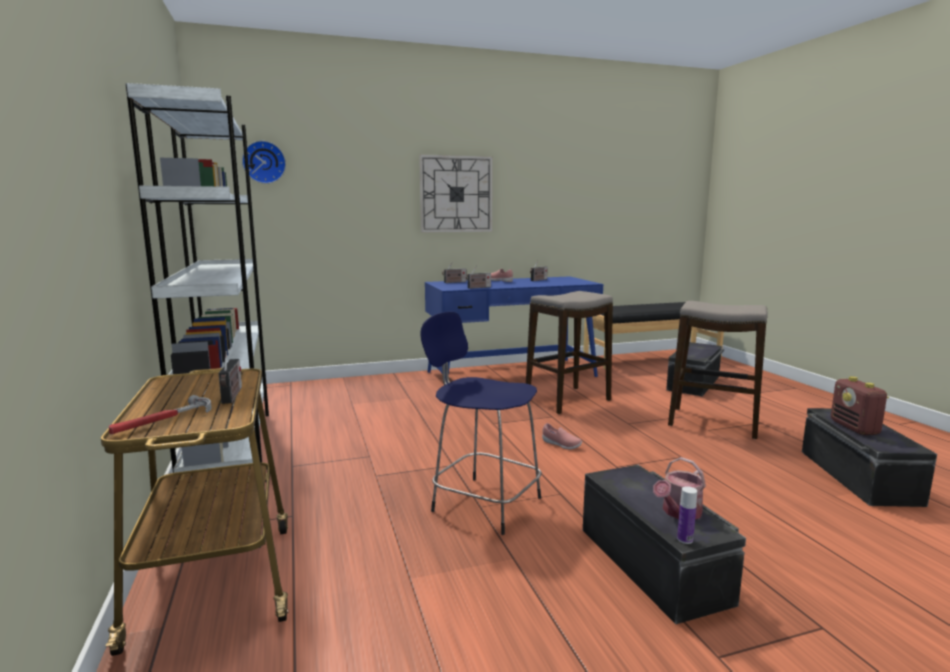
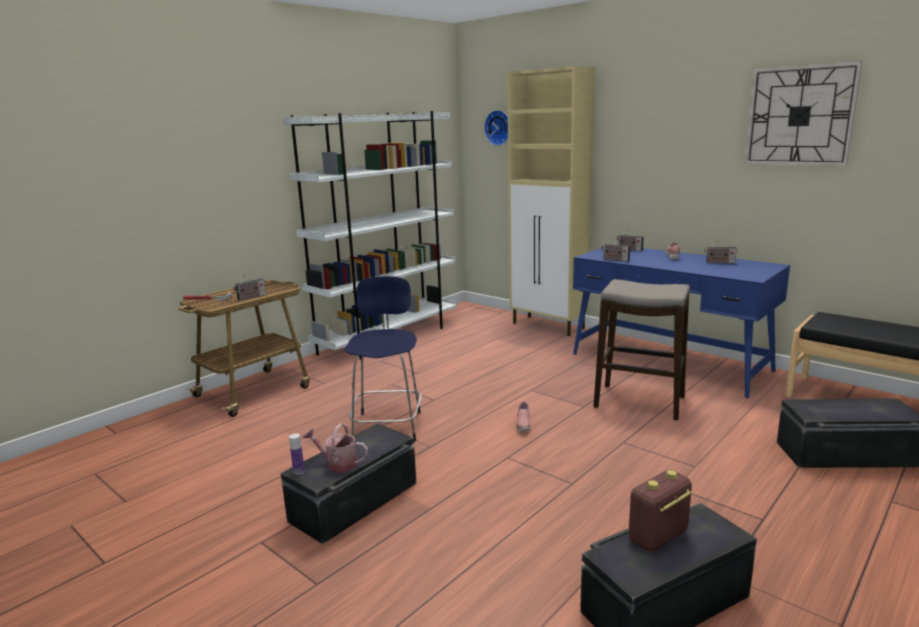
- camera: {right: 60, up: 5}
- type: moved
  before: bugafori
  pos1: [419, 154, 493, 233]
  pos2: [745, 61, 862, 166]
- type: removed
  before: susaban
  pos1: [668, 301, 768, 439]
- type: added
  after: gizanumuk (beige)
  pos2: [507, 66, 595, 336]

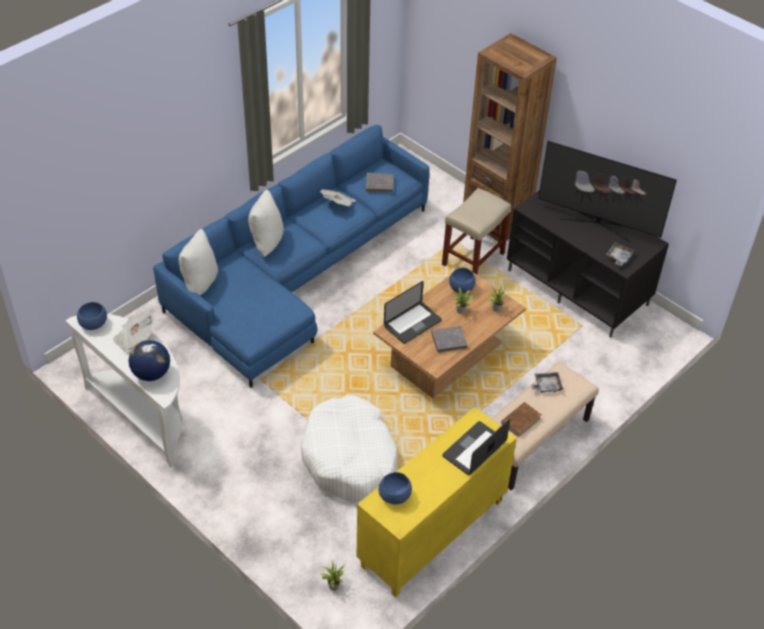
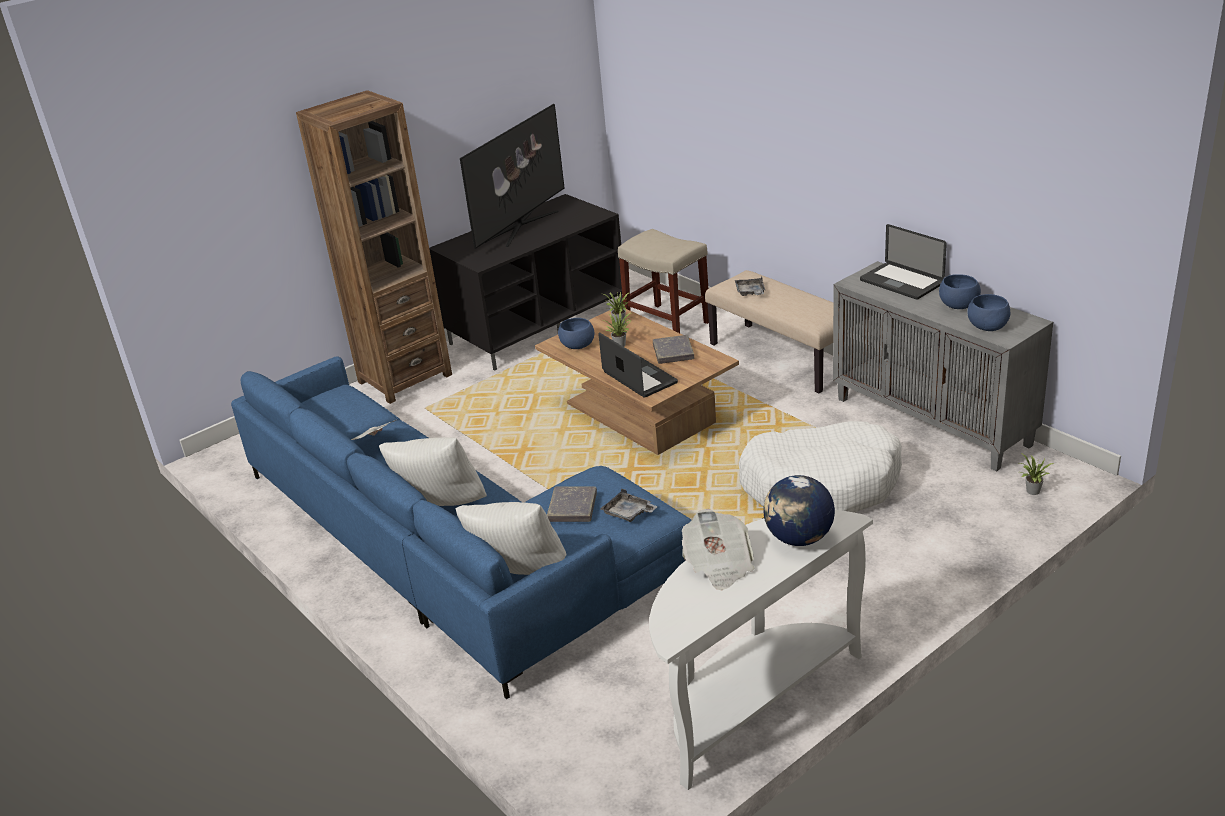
- camera: {right: -80, up: -15}
- type: moved
  before: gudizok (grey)
  pos1: [366, 173, 394, 192]
  pos2: [547, 486, 597, 522]
- type: moved
  before: susaban (beige)
  pos1: [442, 188, 511, 275]
  pos2: [618, 229, 709, 333]
- type: moved
  before: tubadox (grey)
  pos1: [606, 242, 634, 266]
  pos2: [600, 488, 658, 522]
- type: moved
  before: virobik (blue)
  pos1: [77, 302, 107, 330]
  pos2: [939, 274, 981, 309]
- type: removed
  before: gudizok (brown)
  pos1: [501, 402, 541, 437]
- type: recoloured
  before: gizanumuk (yellow)
  after: gizanumuk (grey)
  pos1: [356, 407, 517, 597]
  pos2: [833, 261, 1053, 472]

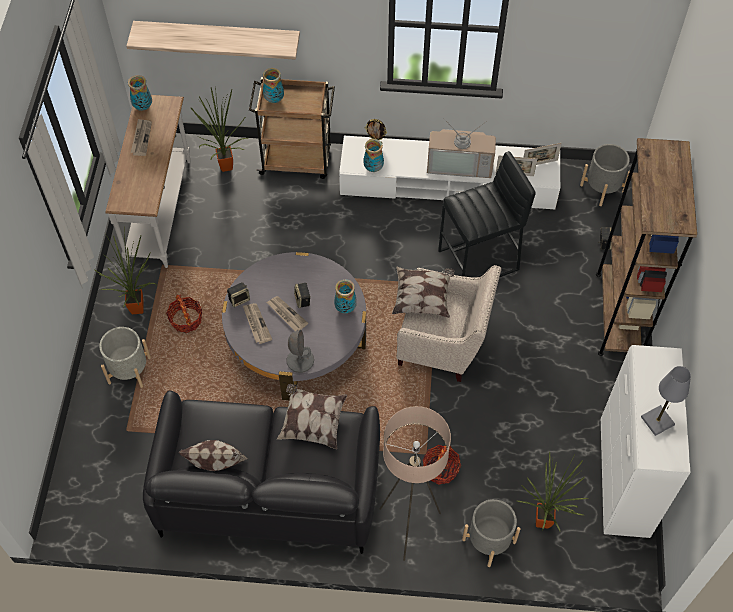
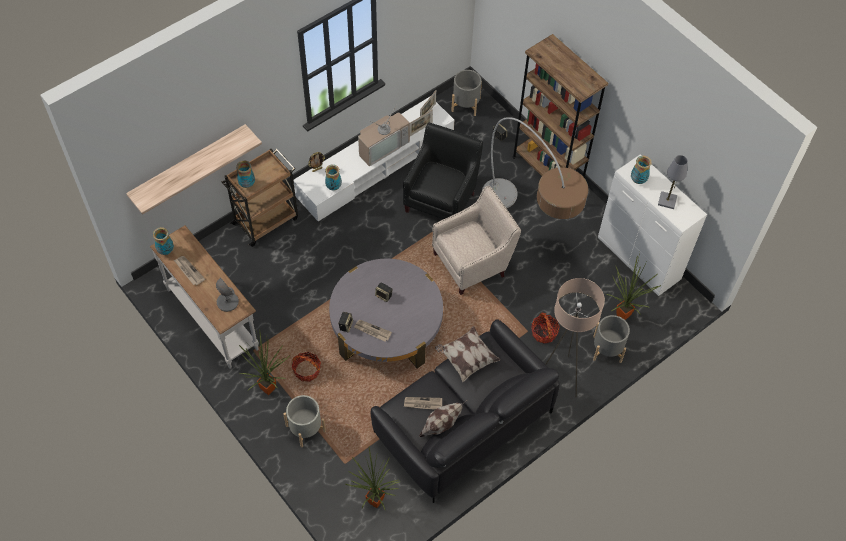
- camera: {right: -45, up: 0}
- type: moved
  before: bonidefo
  pos1: [191, 88, 248, 172]
  pos2: [346, 447, 401, 511]
- type: replaced
  before: susaban (black)
  after: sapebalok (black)
  pos1: [438, 151, 536, 277]
  pos2: [403, 123, 483, 219]
- type: removed
  before: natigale
  pos1: [392, 266, 454, 318]
- type: moved
  before: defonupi
  pos1: [334, 279, 357, 314]
  pos2: [631, 156, 652, 184]
- type: moved
  before: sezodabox
  pos1: [267, 296, 308, 331]
  pos2: [404, 397, 442, 410]
- type: moved
  before: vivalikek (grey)
  pos1: [287, 330, 314, 373]
  pos2: [216, 278, 239, 312]
- type: added
  after: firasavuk
  pos2: [482, 117, 588, 219]

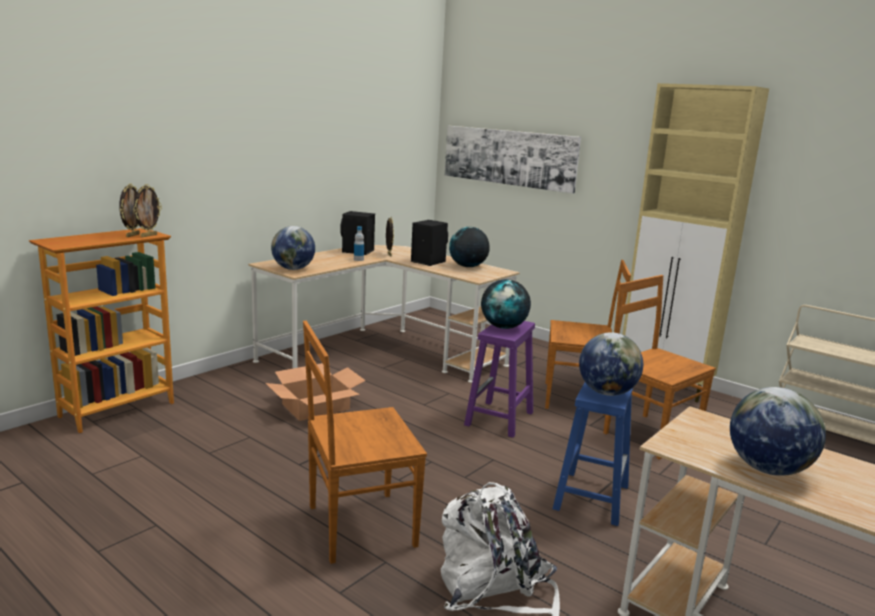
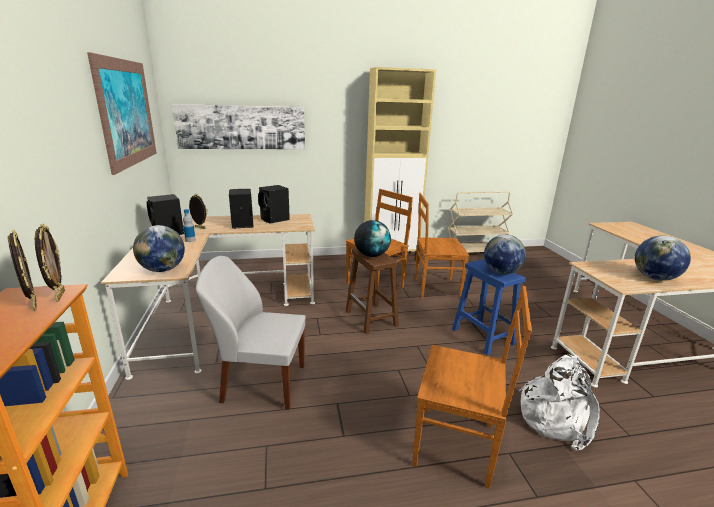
- camera: {right: -50, up: 5}
- type: replaced
  before: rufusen
  after: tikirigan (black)
  pos1: [449, 227, 490, 267]
  pos2: [258, 185, 290, 224]
- type: turned
  before: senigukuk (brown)
  pos1: [303, 321, 427, 564]
  pos2: [412, 286, 532, 489]
  turn: -90
- type: recoloured
  before: susaban (purple)
  after: susaban (brown)
  pos1: [464, 321, 535, 438]
  pos2: [346, 248, 399, 334]
- type: replaced
  before: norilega
  after: senigukuk (white)
  pos1: [266, 363, 366, 421]
  pos2: [196, 256, 306, 410]
- type: added
  after: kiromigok
  pos2: [87, 52, 156, 175]

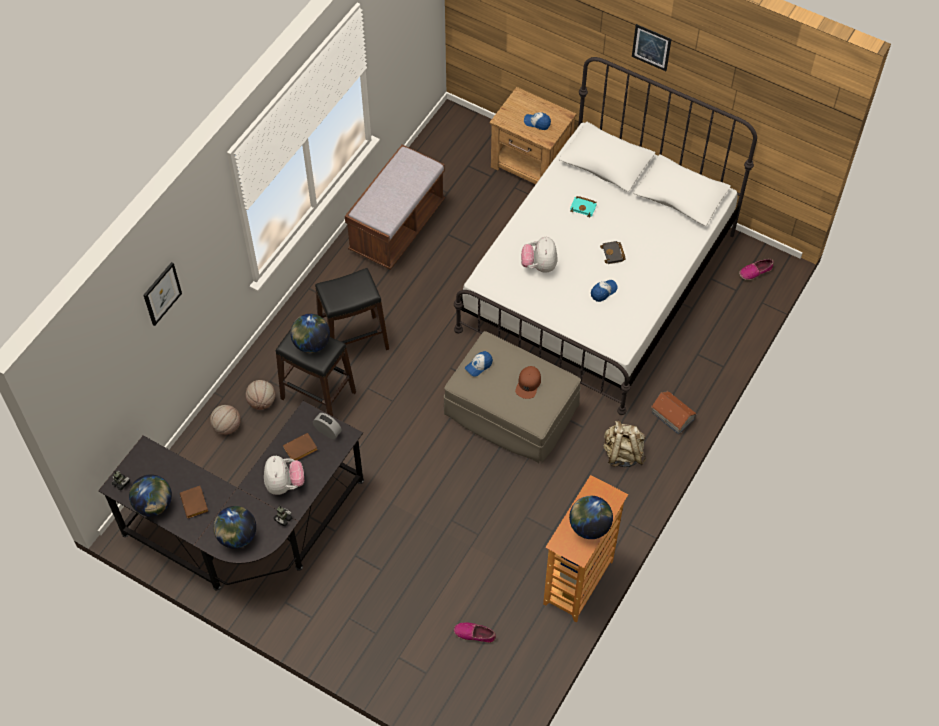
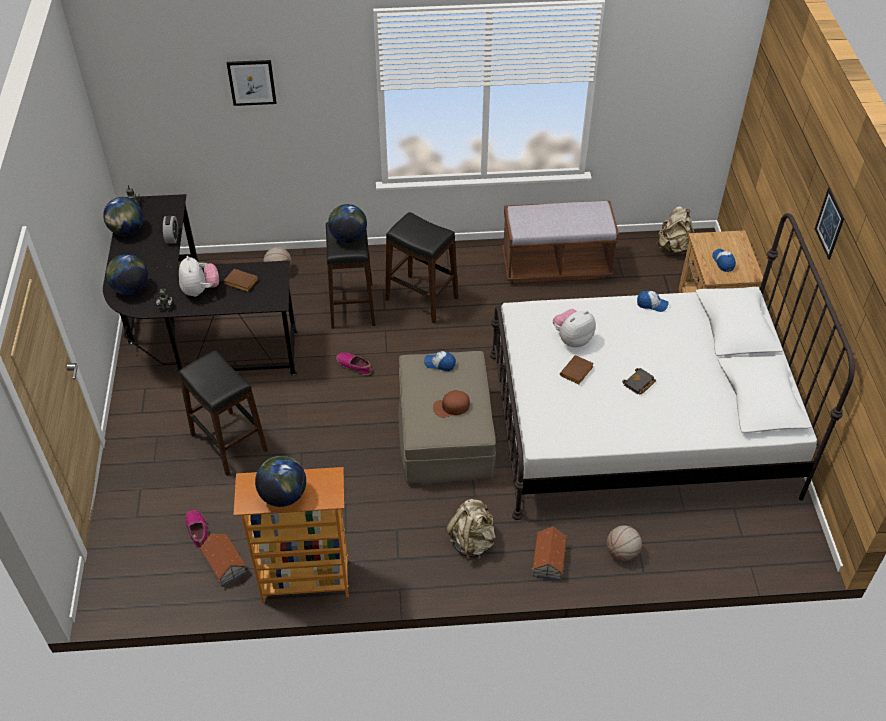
- camera: {right: 55, up: -10}
- type: removed
  before: gudizok (turquoise)
  pos1: [570, 196, 597, 217]
- type: moved
  before: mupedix
  pos1: [739, 259, 774, 280]
  pos2: [336, 352, 372, 375]
- type: moved
  before: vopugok
  pos1: [591, 280, 618, 302]
  pos2: [637, 290, 668, 312]
- type: moved
  before: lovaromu
  pos1: [246, 380, 275, 410]
  pos2: [607, 525, 642, 561]
- type: moved
  before: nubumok
  pos1: [313, 413, 342, 439]
  pos2: [163, 216, 178, 244]
- type: turned
  before: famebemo
  pos1: [264, 456, 304, 495]
  pos2: [179, 256, 219, 297]
  turn: -60
- type: moved
  before: gudizok (brown)
  pos1: [180, 486, 208, 518]
  pos2: [560, 355, 594, 384]
- type: added
  after: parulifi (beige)
  pos2: [656, 206, 694, 254]
- type: added
  after: susaban (black)
  pos2: [178, 350, 268, 476]
- type: added
  after: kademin
  pos2: [200, 533, 247, 587]

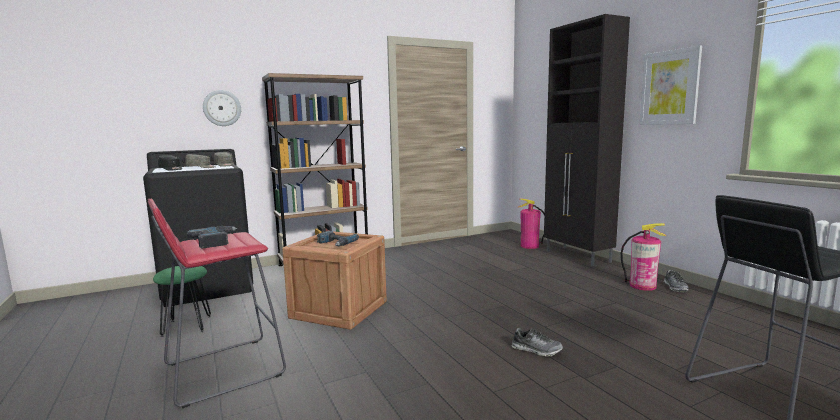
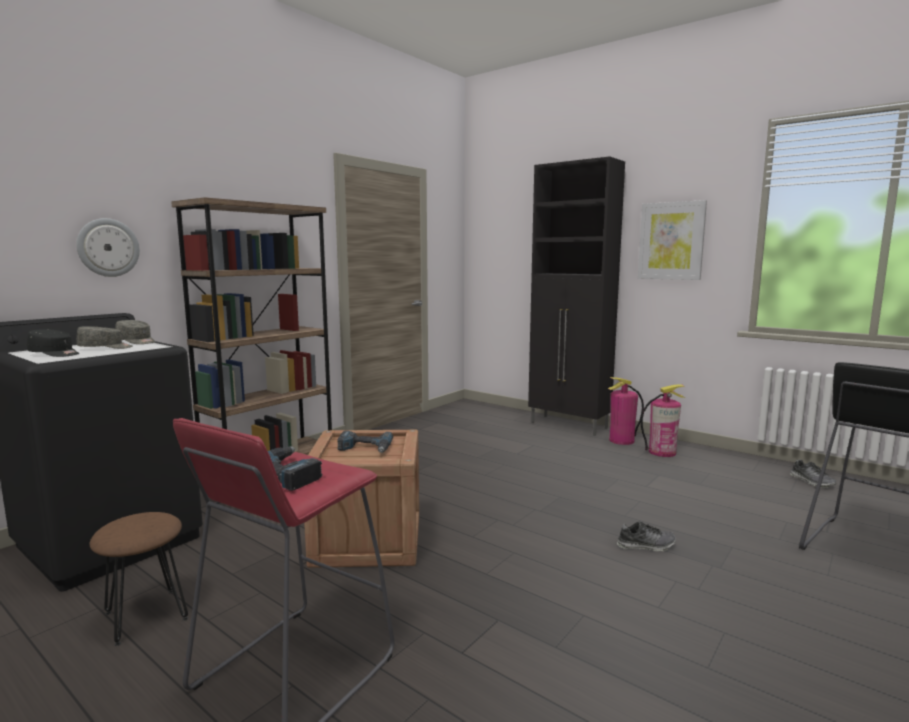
- camera: {right: -25, up: 0}
- type: moved
  before: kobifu
  pos1: [518, 198, 544, 249]
  pos2: [608, 377, 644, 445]
- type: recoloured
  before: susaban (green)
  after: susaban (brown)
  pos1: [153, 266, 211, 337]
  pos2: [90, 512, 188, 646]
- type: moved
  before: mupedix
  pos1: [663, 270, 689, 292]
  pos2: [790, 460, 837, 488]

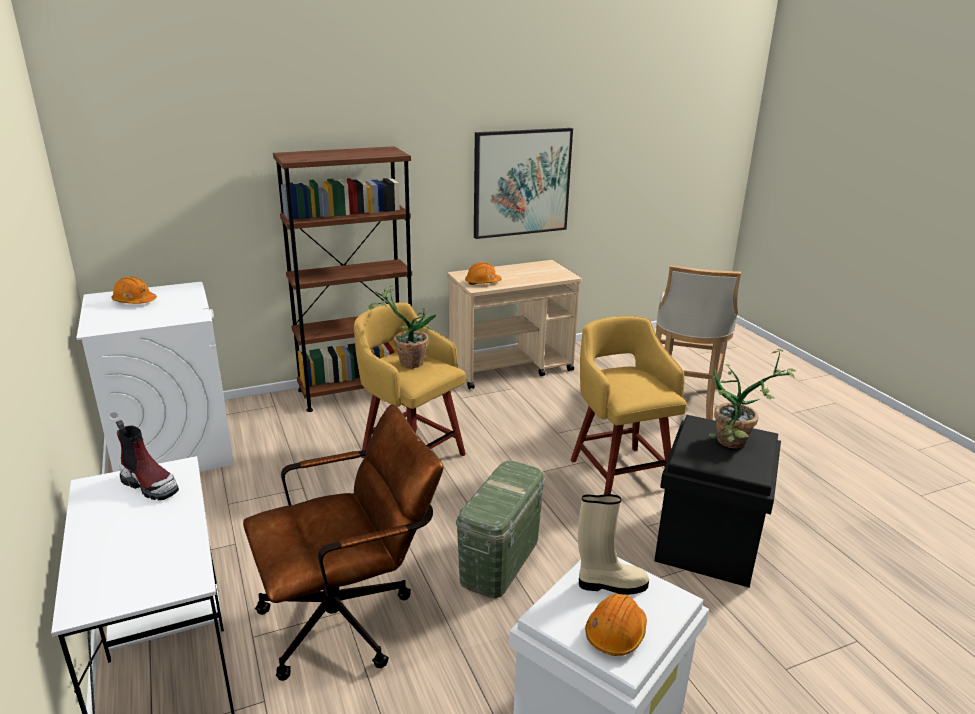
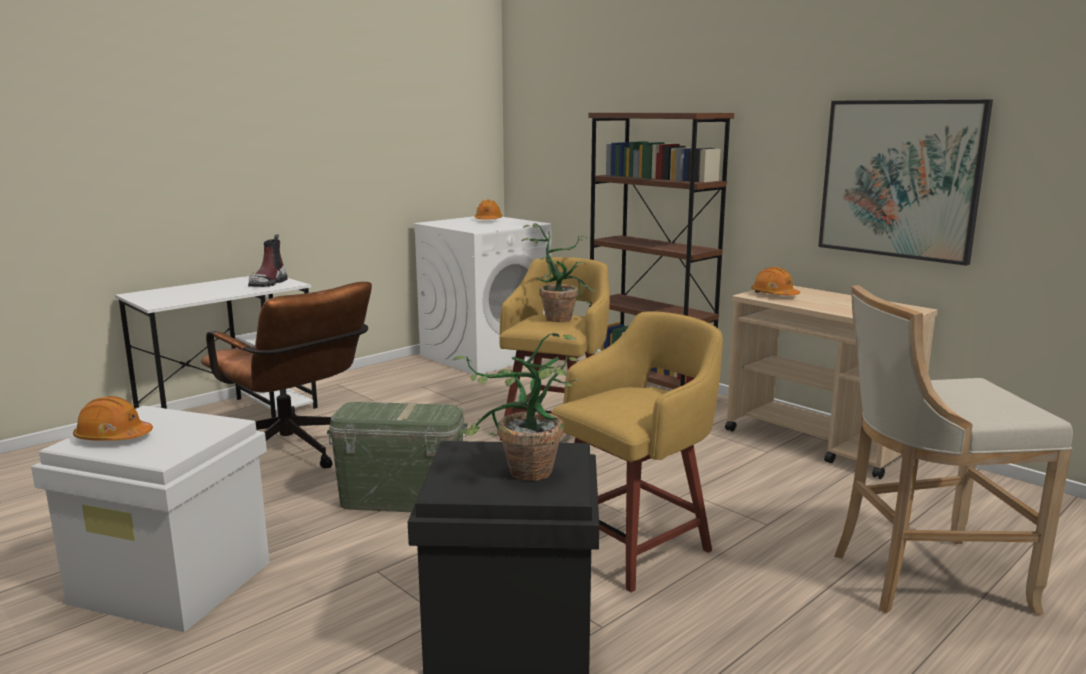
- camera: {right: 70, up: -10}
- type: removed
  before: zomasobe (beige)
  pos1: [578, 494, 649, 595]

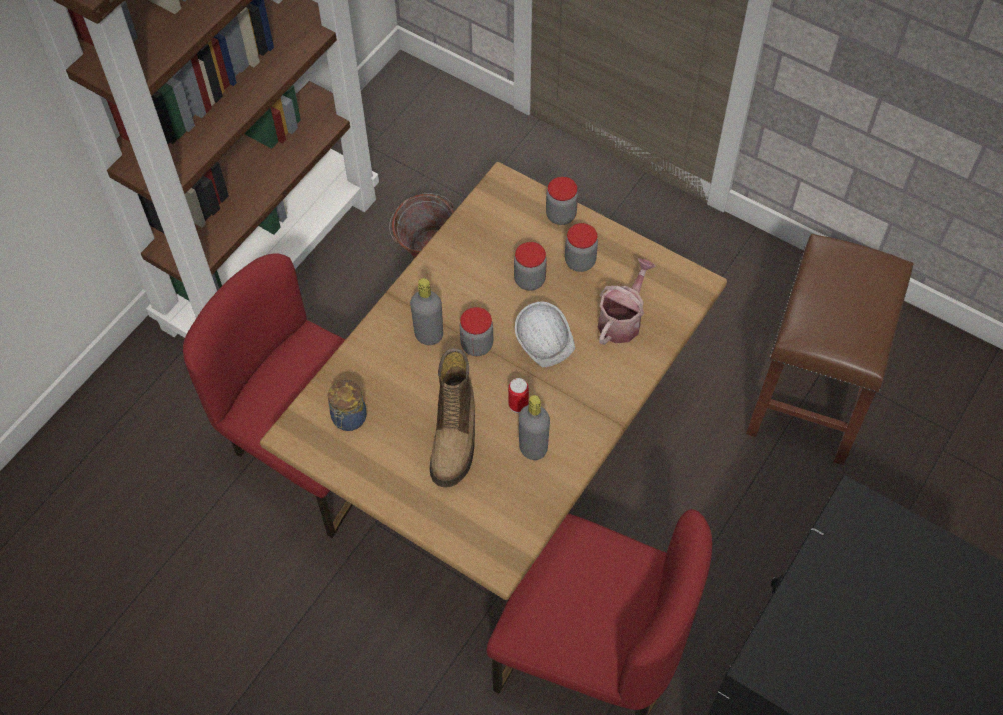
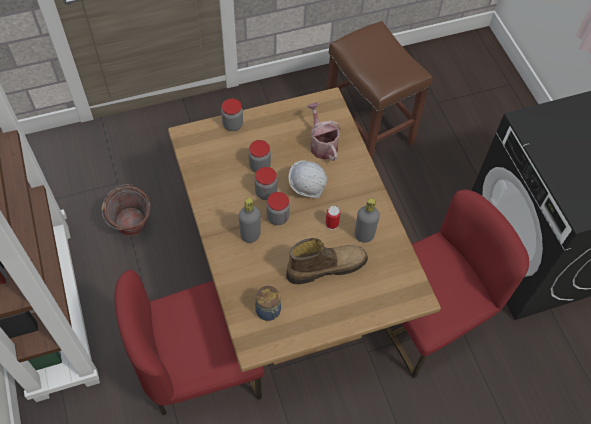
- camera: {right: -55, up: 0}
- type: moved
  before: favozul
  pos1: [565, 223, 598, 272]
  pos2: [255, 167, 277, 200]
- type: turned
  before: zomasobe
  pos1: [430, 348, 475, 488]
  pos2: [286, 238, 368, 285]
  turn: -60

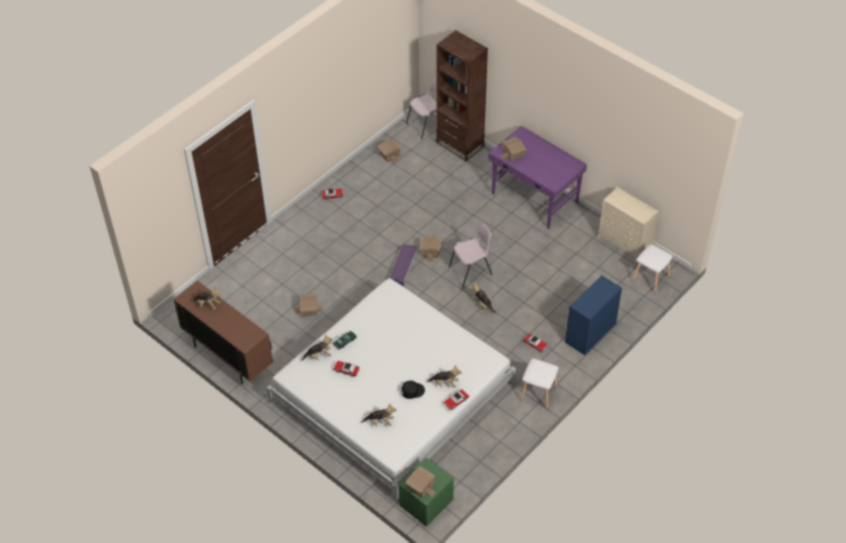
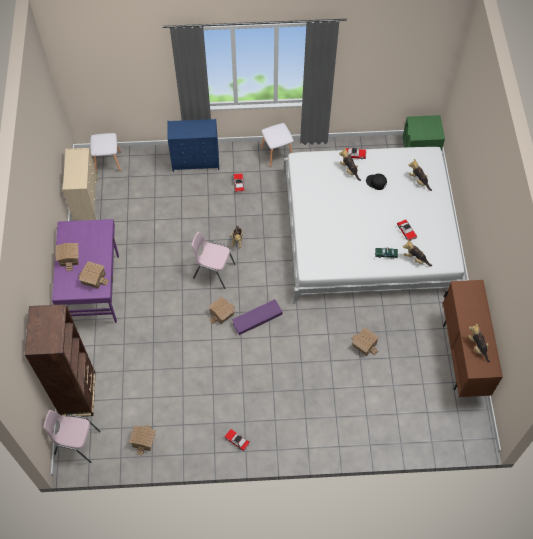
- camera: {right: -135, up: 10}
- type: moved
  before: kademin
  pos1: [405, 466, 436, 498]
  pos2: [55, 243, 79, 271]

